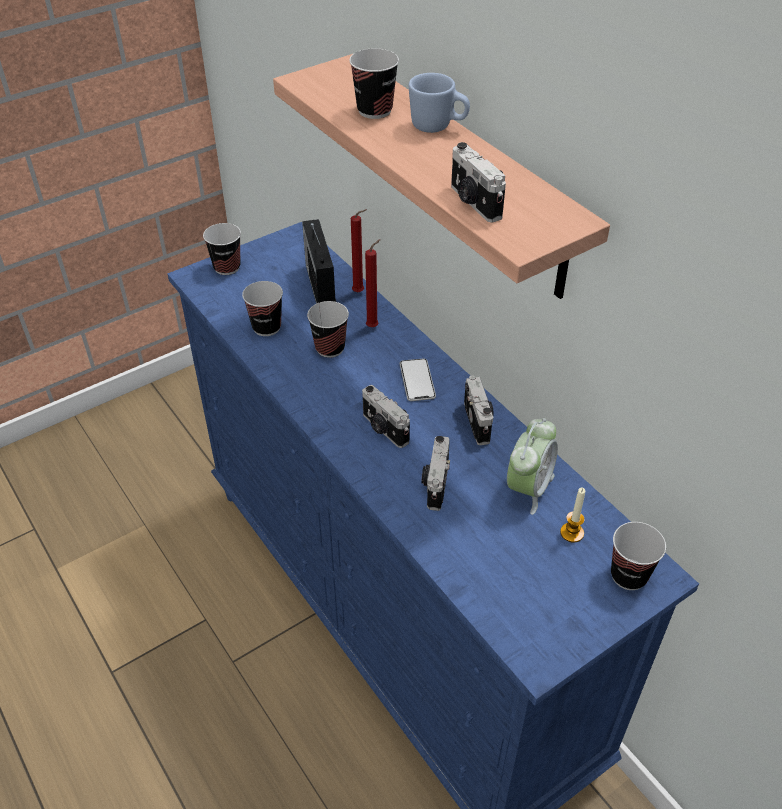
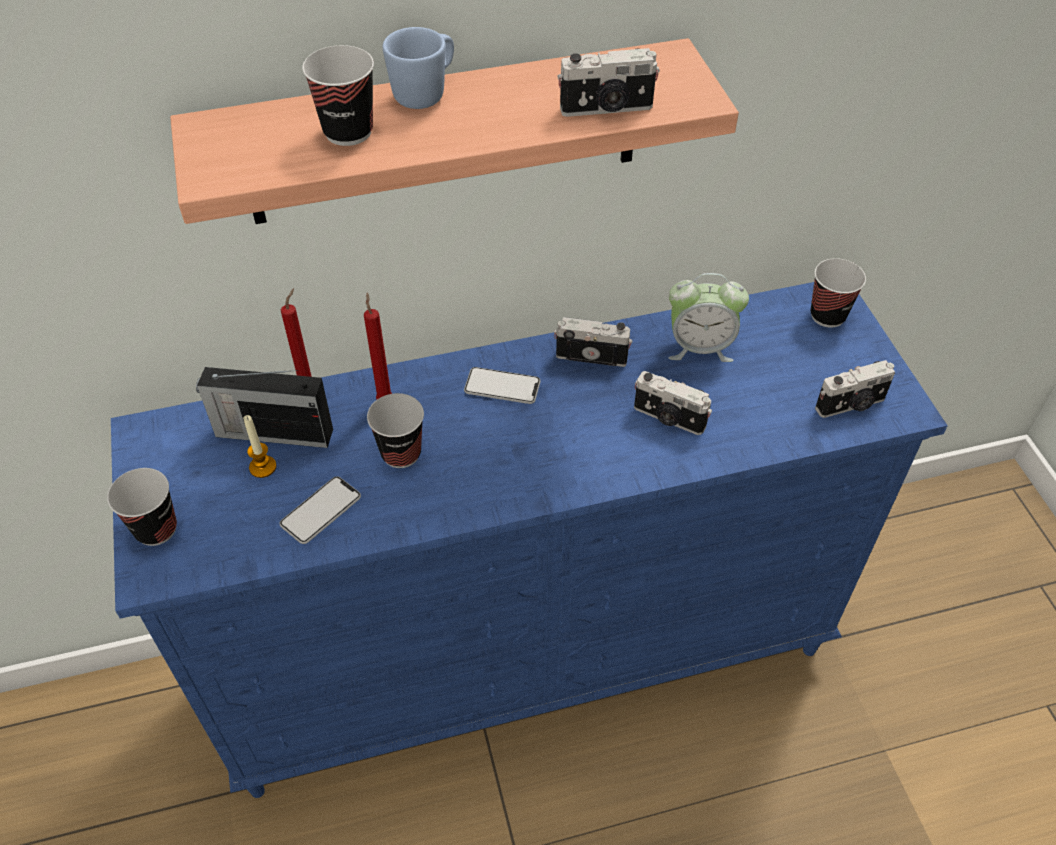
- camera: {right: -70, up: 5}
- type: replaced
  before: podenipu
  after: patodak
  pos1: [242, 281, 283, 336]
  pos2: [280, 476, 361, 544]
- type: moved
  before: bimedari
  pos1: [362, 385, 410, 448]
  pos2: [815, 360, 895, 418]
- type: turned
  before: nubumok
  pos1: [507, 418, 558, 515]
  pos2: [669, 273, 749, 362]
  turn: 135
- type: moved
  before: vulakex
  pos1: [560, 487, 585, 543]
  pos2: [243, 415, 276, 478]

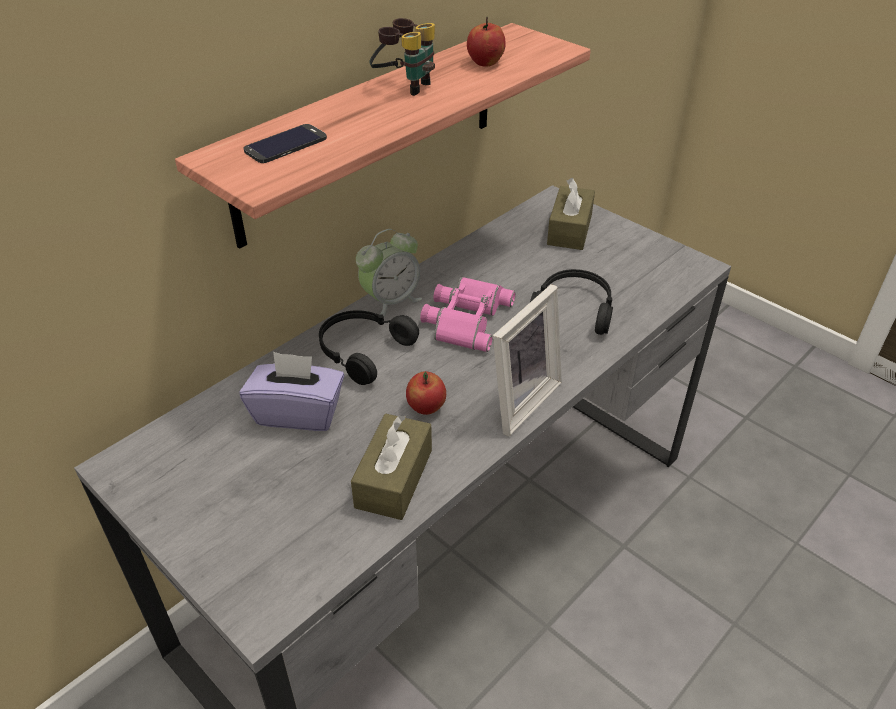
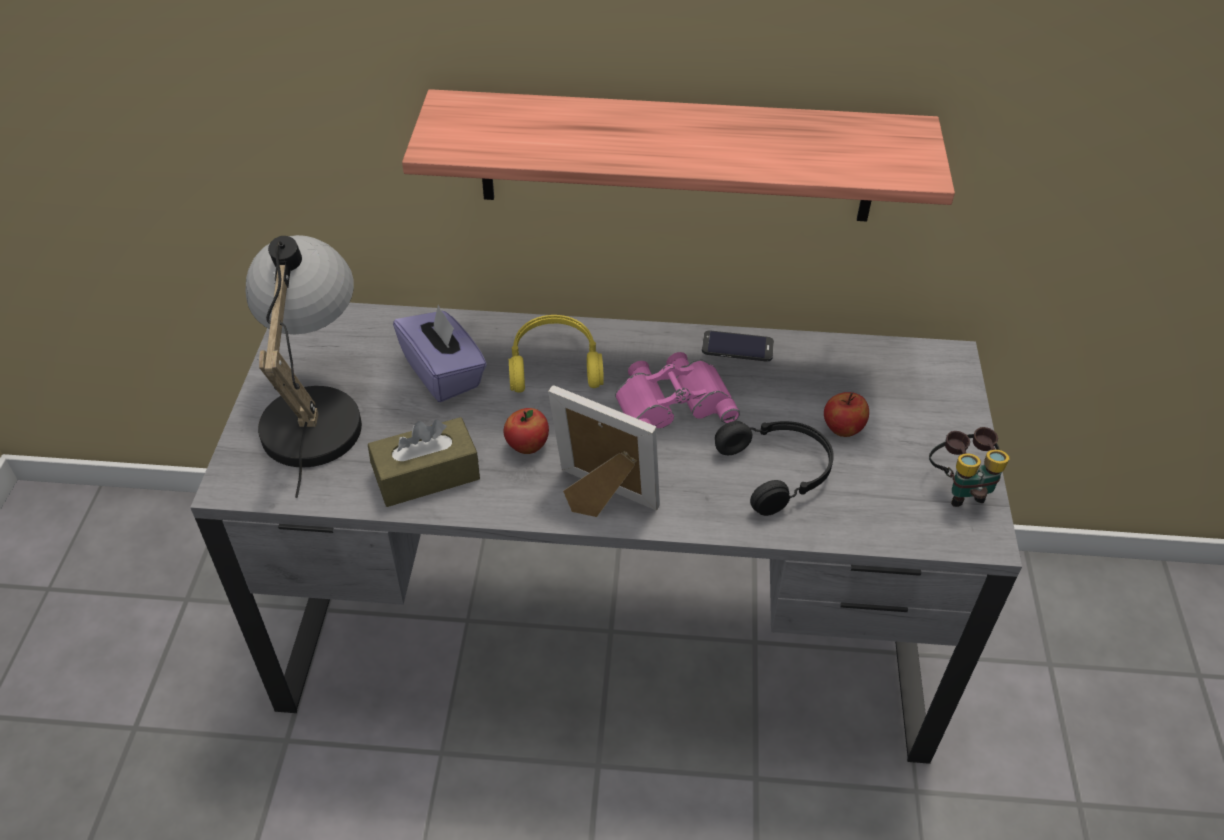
- camera: {right: 50, up: 5}
- type: moved
  before: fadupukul
  pos1: [467, 17, 506, 67]
  pos2: [824, 392, 869, 437]
- type: moved
  before: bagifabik
  pos1: [369, 18, 435, 96]
  pos2: [929, 427, 1009, 507]
- type: moved
  before: patodak
  pos1: [244, 124, 327, 163]
  pos2: [702, 331, 774, 362]
- type: removed
  before: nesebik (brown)
  pos1: [547, 178, 595, 250]
- type: removed
  before: nubumok
  pos1: [356, 229, 422, 317]
- type: turned
  before: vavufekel
  pos1: [493, 284, 562, 436]
  pos2: [548, 385, 660, 517]
  turn: -150
- type: recoloured
  before: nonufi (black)
  after: nonufi (yellow)
  pos1: [319, 310, 419, 385]
  pos2: [509, 315, 604, 393]
- type: added
  after: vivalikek
  pos2: [246, 235, 362, 498]

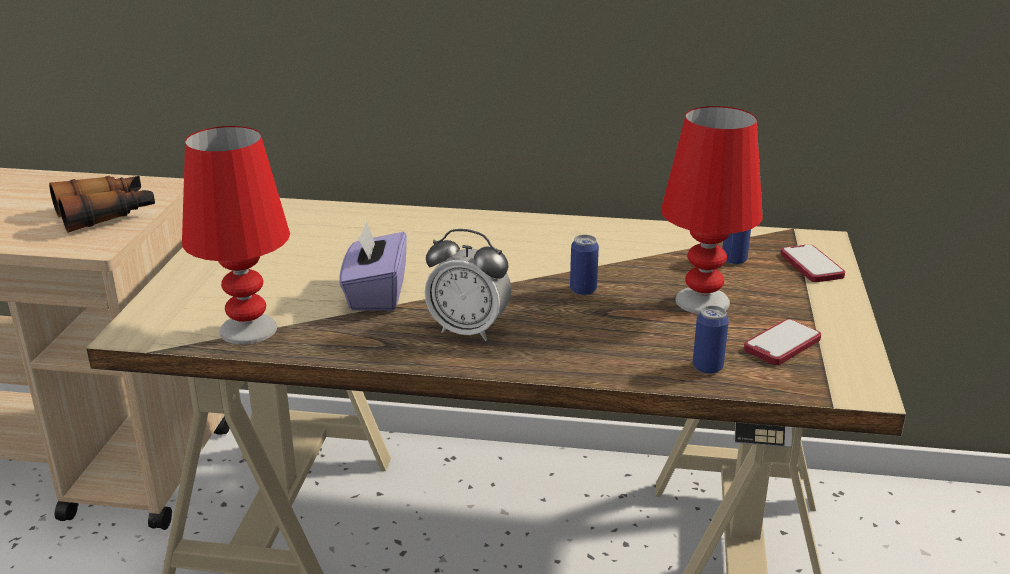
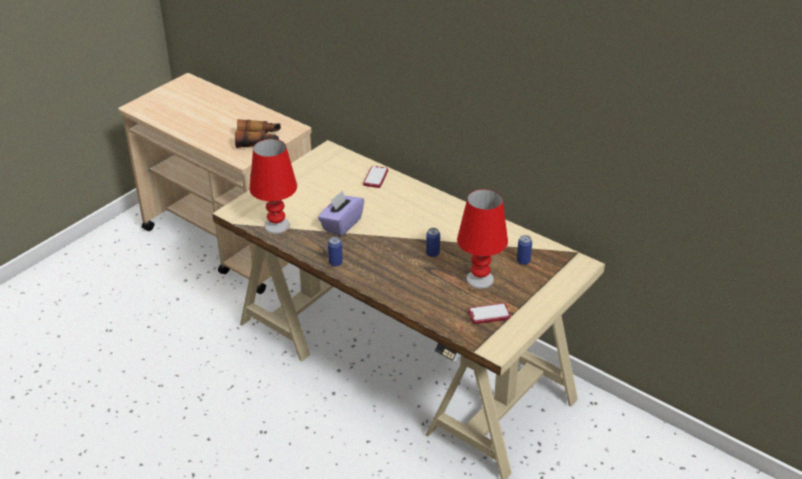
- camera: {right: 30, up: 10}
- type: removed
  before: nubumok
  pos1: [425, 229, 511, 341]
- type: moved
  before: patodak
  pos1: [781, 244, 845, 282]
  pos2: [363, 166, 388, 188]
- type: moved
  before: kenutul
  pos1: [693, 305, 729, 374]
  pos2: [328, 237, 343, 267]

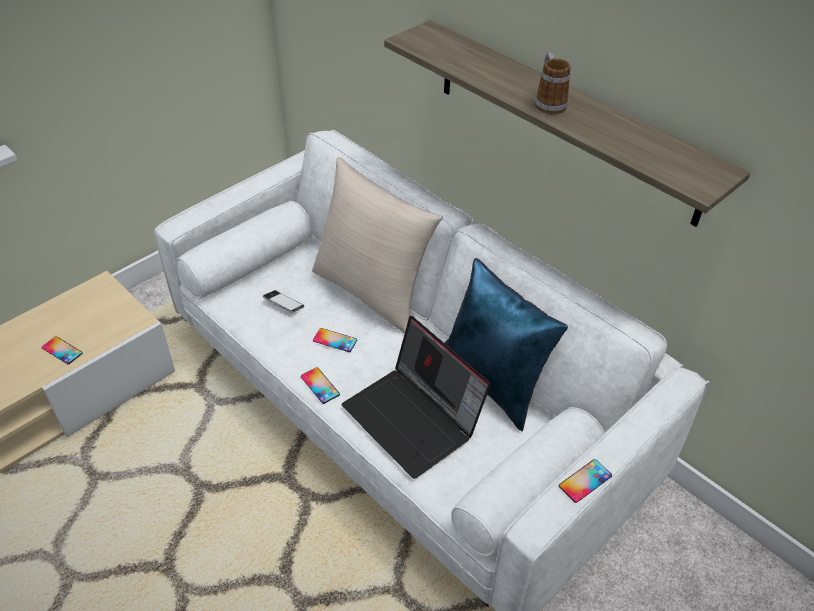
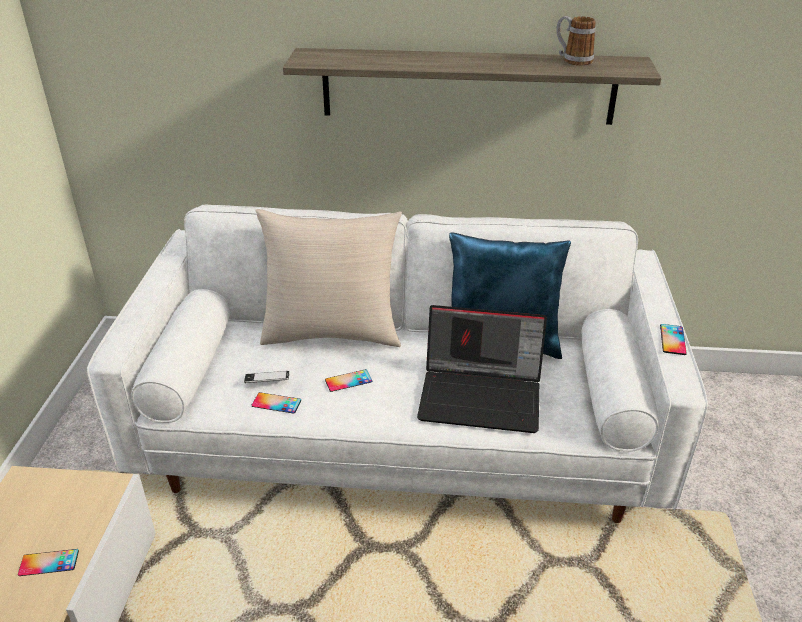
- camera: {right: -40, up: -10}
- type: moved
  before: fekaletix
  pos1: [535, 53, 571, 114]
  pos2: [556, 16, 596, 66]
- type: moved
  before: patodak
  pos1: [301, 367, 340, 404]
  pos2: [252, 392, 301, 414]

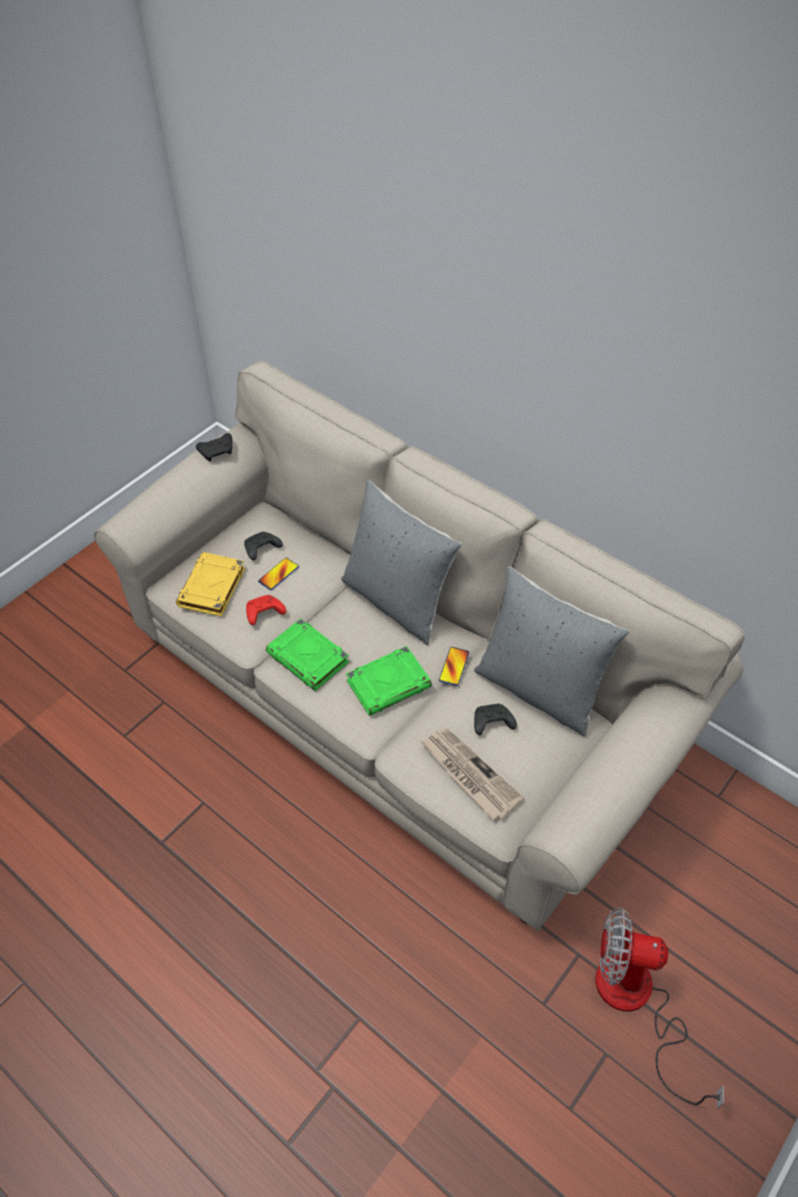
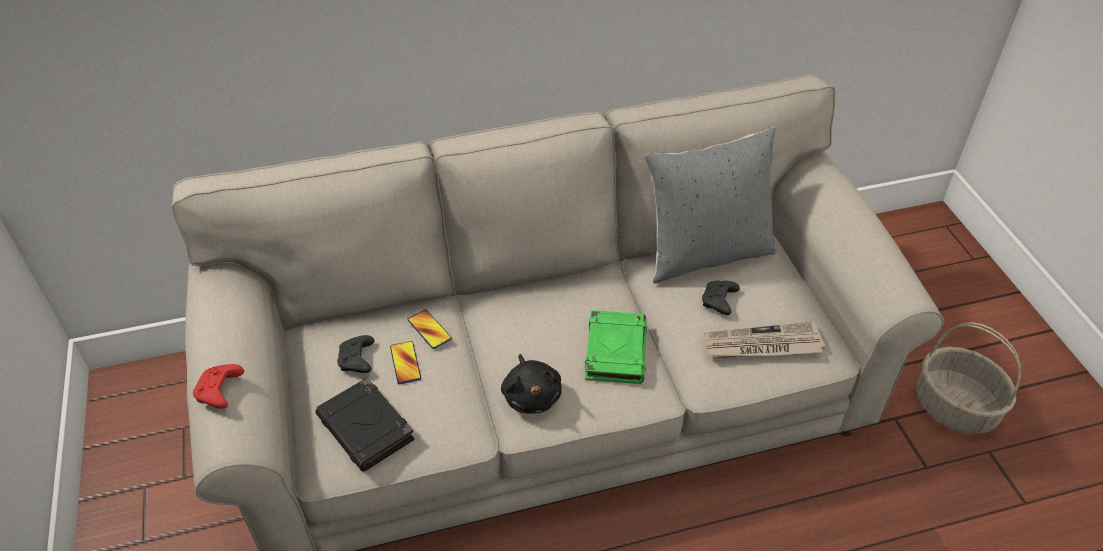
- camera: {right: -55, up: -5}
- type: removed
  before: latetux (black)
  pos1: [196, 433, 232, 462]
- type: removed
  before: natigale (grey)
  pos1: [341, 480, 462, 645]
- type: recoloured
  before: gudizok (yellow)
  after: gudizok (black)
  pos1: [176, 552, 245, 617]
  pos2: [315, 378, 415, 472]
- type: moved
  before: latetux (red)
  pos1: [246, 595, 286, 625]
  pos2: [193, 364, 244, 409]
- type: replaced
  before: gudizok (green)
  after: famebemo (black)
  pos1: [266, 618, 349, 691]
  pos2: [501, 354, 562, 414]
- type: moved
  before: patodak
  pos1: [439, 647, 469, 686]
  pos2: [407, 309, 452, 349]
- type: replaced
  before: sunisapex
  after: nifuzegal
  pos1: [595, 908, 724, 1109]
  pos2: [917, 322, 1021, 434]

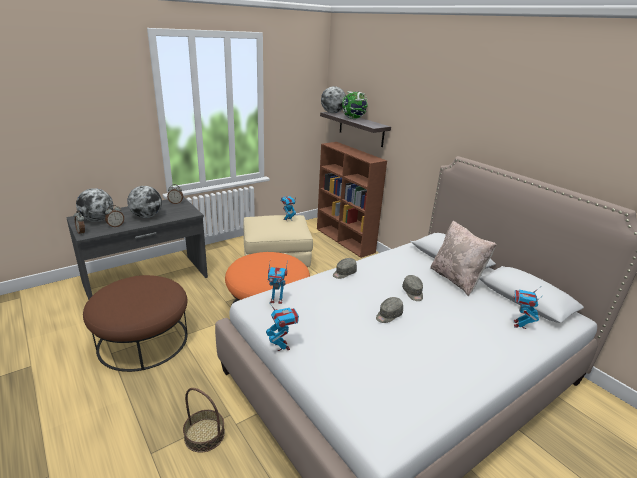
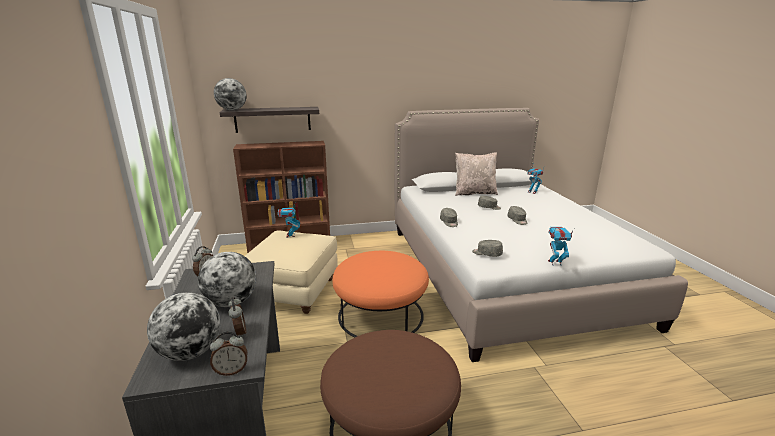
- camera: {right: -65, up: -5}
- type: removed
  before: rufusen
  pos1: [342, 91, 368, 119]
- type: replaced
  before: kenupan
  after: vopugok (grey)
  pos1: [267, 264, 287, 304]
  pos2: [472, 240, 503, 257]
- type: removed
  before: nifuzegal
  pos1: [183, 388, 225, 452]

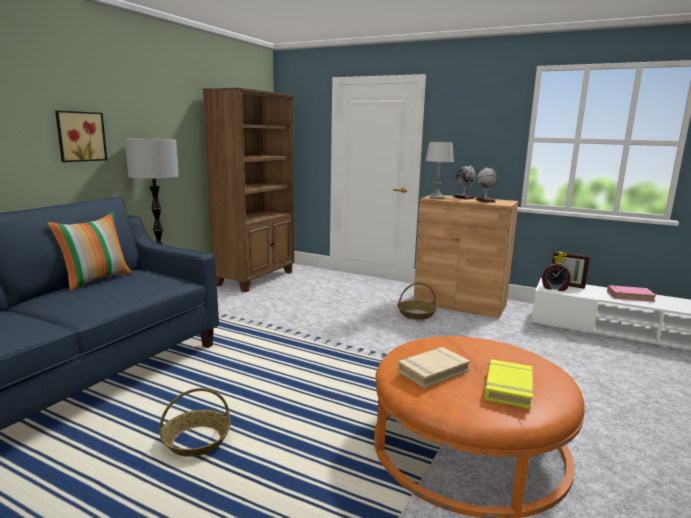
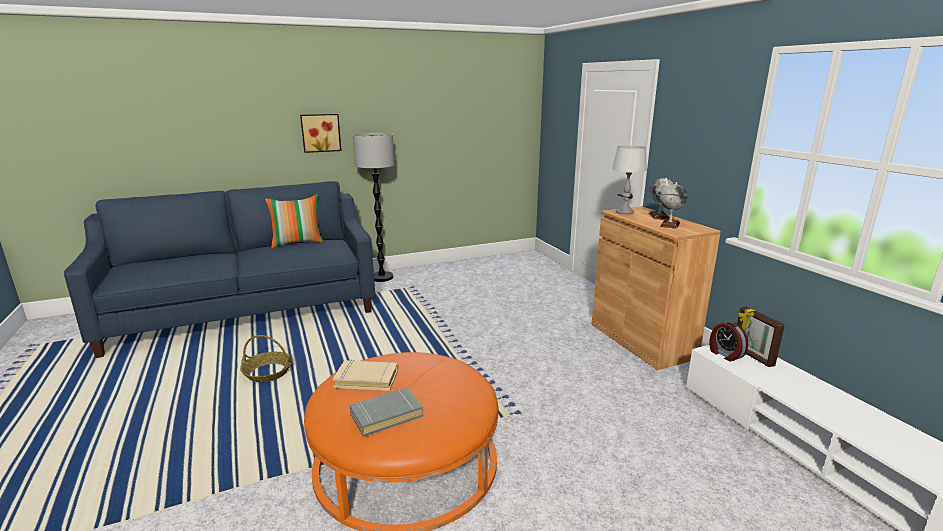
- camera: {right: 40, up: 5}
- type: removed
  before: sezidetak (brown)
  pos1: [203, 88, 294, 292]
- type: removed
  before: nifuzegal
  pos1: [398, 283, 437, 320]
- type: removed
  before: gudizok (pink)
  pos1: [607, 285, 656, 302]
- type: recoloured
  before: gudizok (yellow)
  after: gudizok (grey)
  pos1: [484, 360, 533, 409]
  pos2: [350, 388, 423, 437]

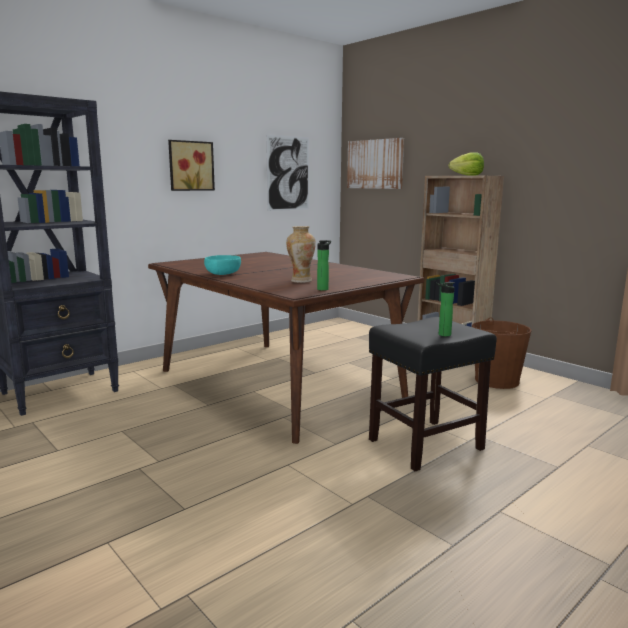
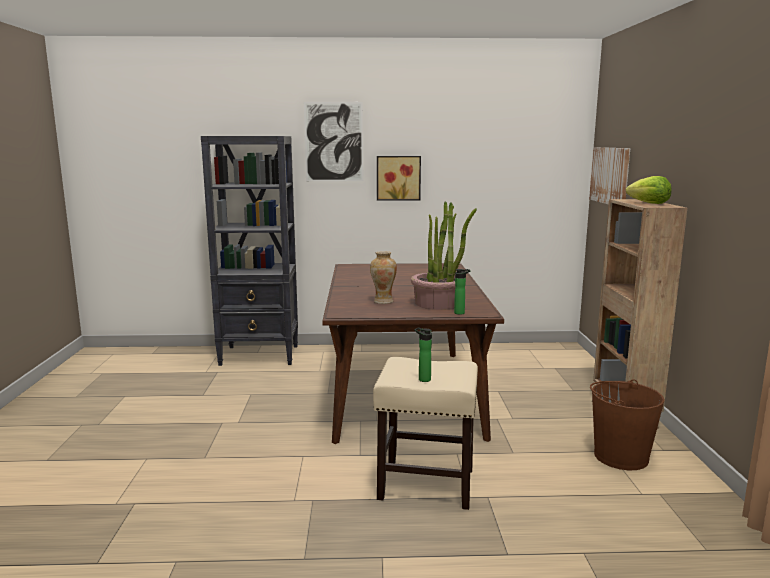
- camera: {right: 40, up: 0}
- type: moved
  before: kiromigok
  pos1: [266, 134, 309, 211]
  pos2: [304, 102, 363, 181]
- type: moved
  before: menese
  pos1: [317, 240, 331, 291]
  pos2: [454, 269, 470, 315]
- type: removed
  before: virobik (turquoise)
  pos1: [204, 255, 241, 275]
- type: recoloured
  before: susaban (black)
  after: susaban (beige)
  pos1: [369, 317, 497, 471]
  pos2: [373, 357, 478, 510]
- type: added
  after: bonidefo
  pos2: [411, 201, 477, 310]

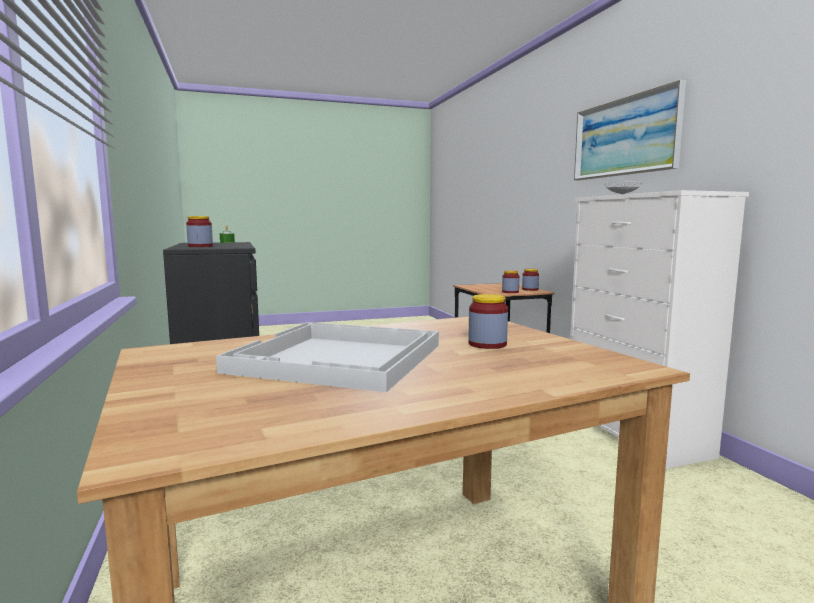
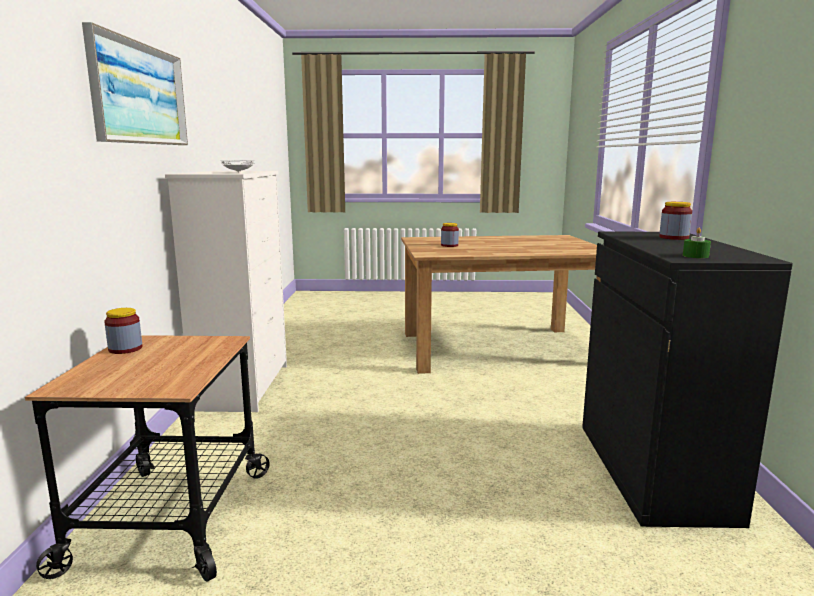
- camera: {right: -160, up: 5}
- type: removed
  before: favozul
  pos1: [502, 270, 519, 293]
- type: removed
  before: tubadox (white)
  pos1: [216, 322, 439, 392]

